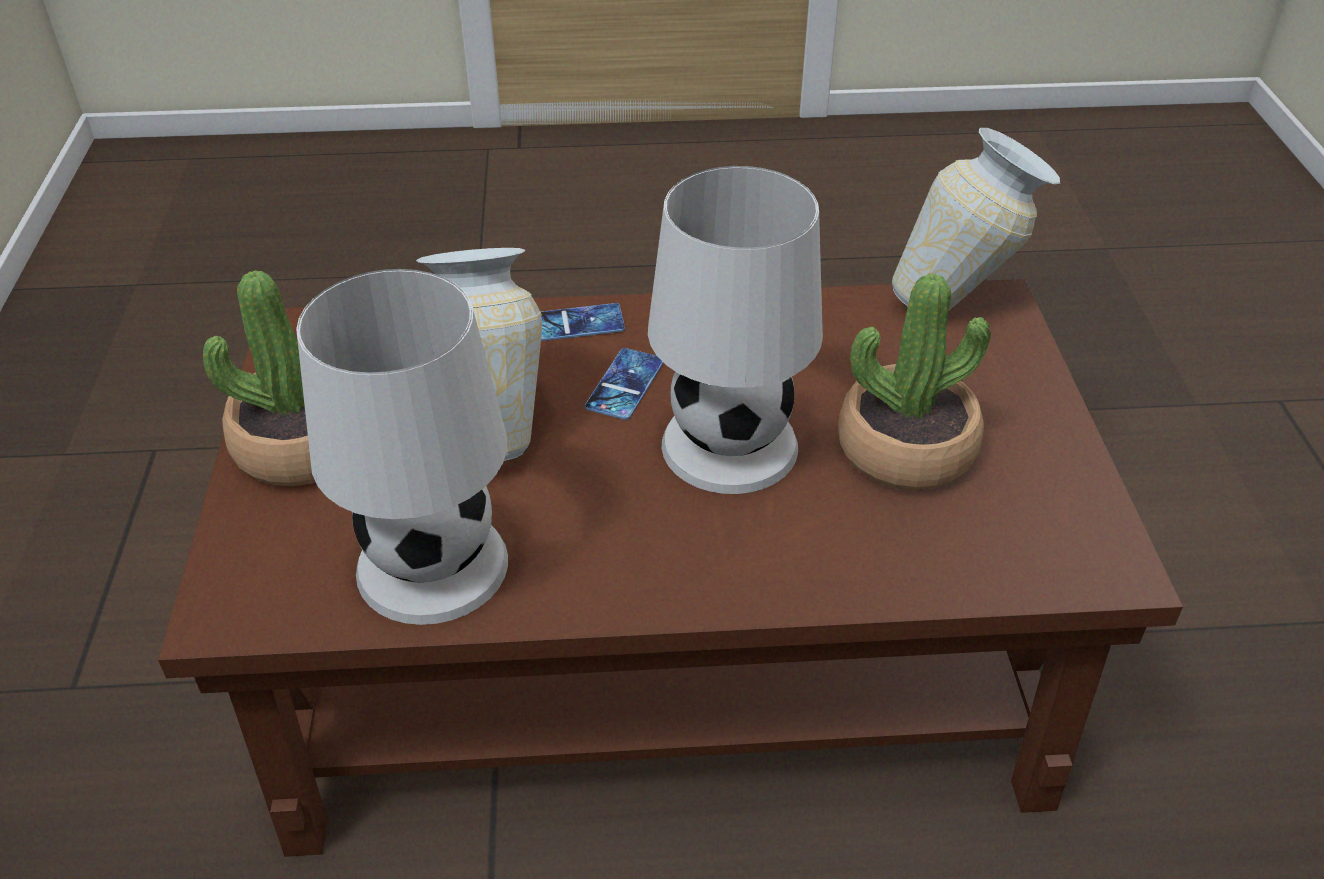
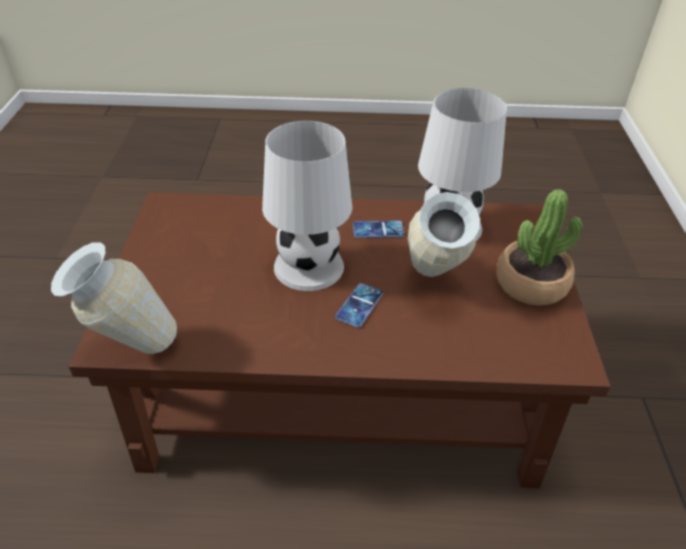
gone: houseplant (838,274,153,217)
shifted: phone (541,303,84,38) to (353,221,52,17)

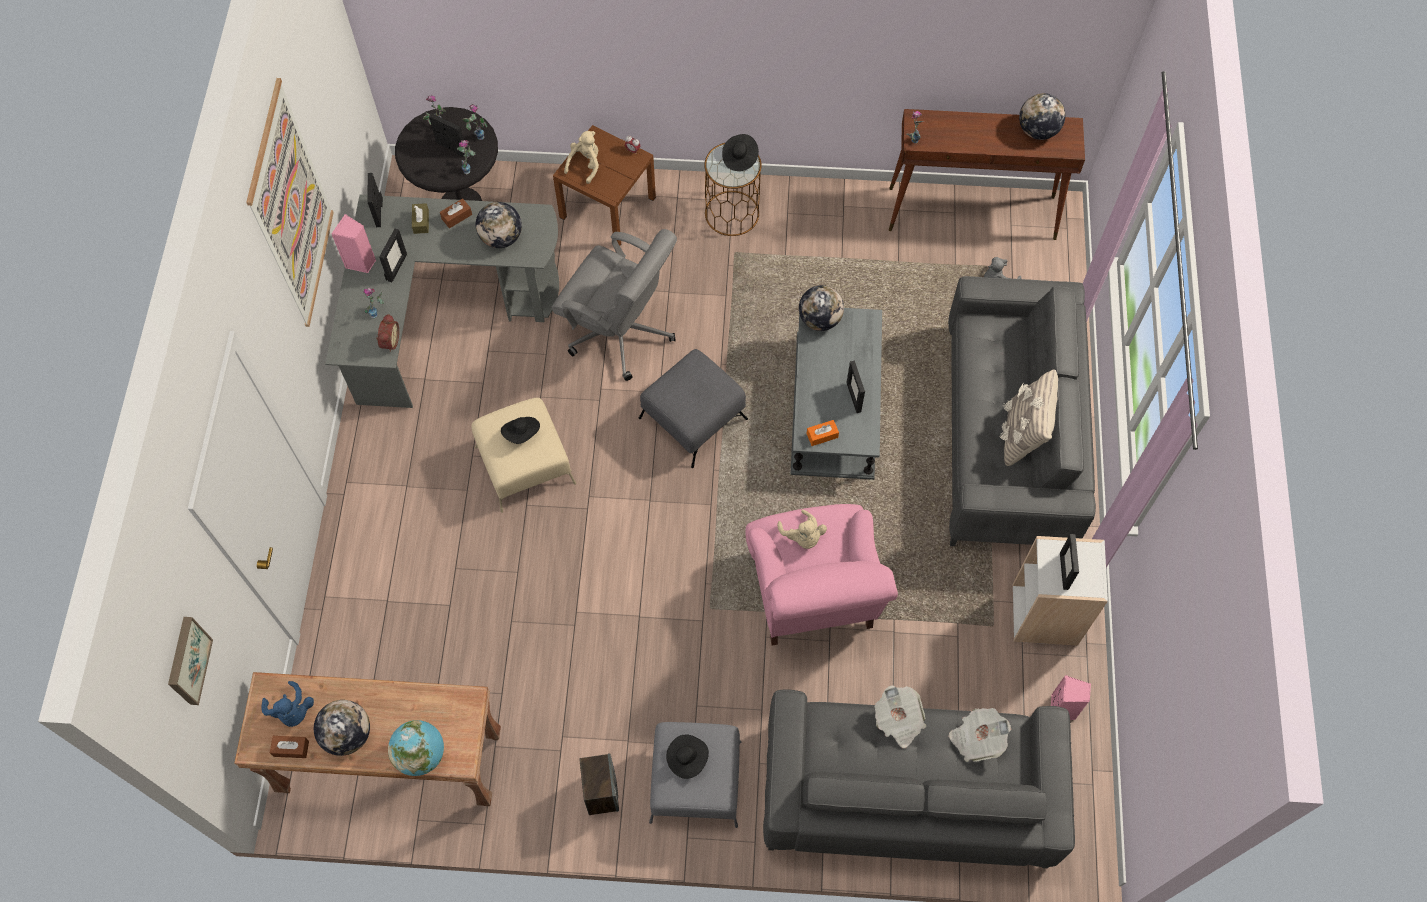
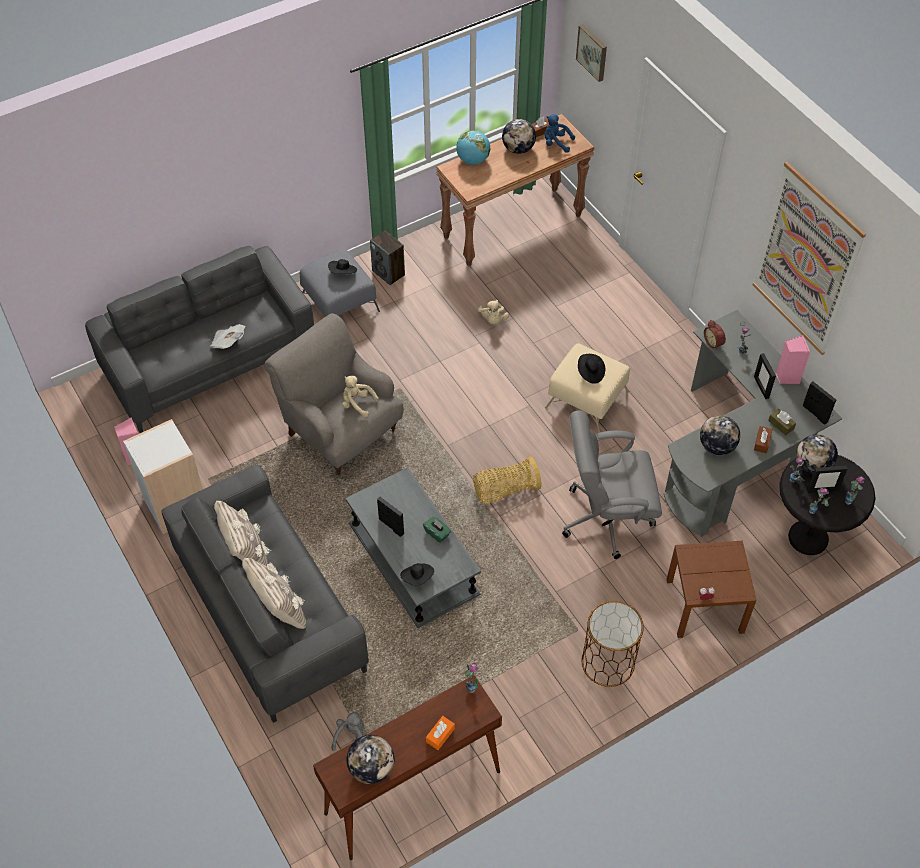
gone: daily paper (948,708,63,54); picture frame (1060,534,19,56)
new: cushion (sand-coloured) (242,558,64,71); box of tissues (green-coloured) (423,517,28,26)
shifted: soft toy (sand-coloured) (564,131,35,53) to (478,300,31,25); hat (blackish) (722,134,37,37) to (400,563,34,23); world globe (799,285,45,46) to (796,434,42,40); box of tissues (orange) (806,420,33,26) to (426,716,29,34)
swapped: ottoman (grey) (639,349,109,119) to household basket (473,456,69,48)
repainted: lounge chair (pink-coloured) (745,504,153,142) to lounge chair (grey) (264,313,140,162)

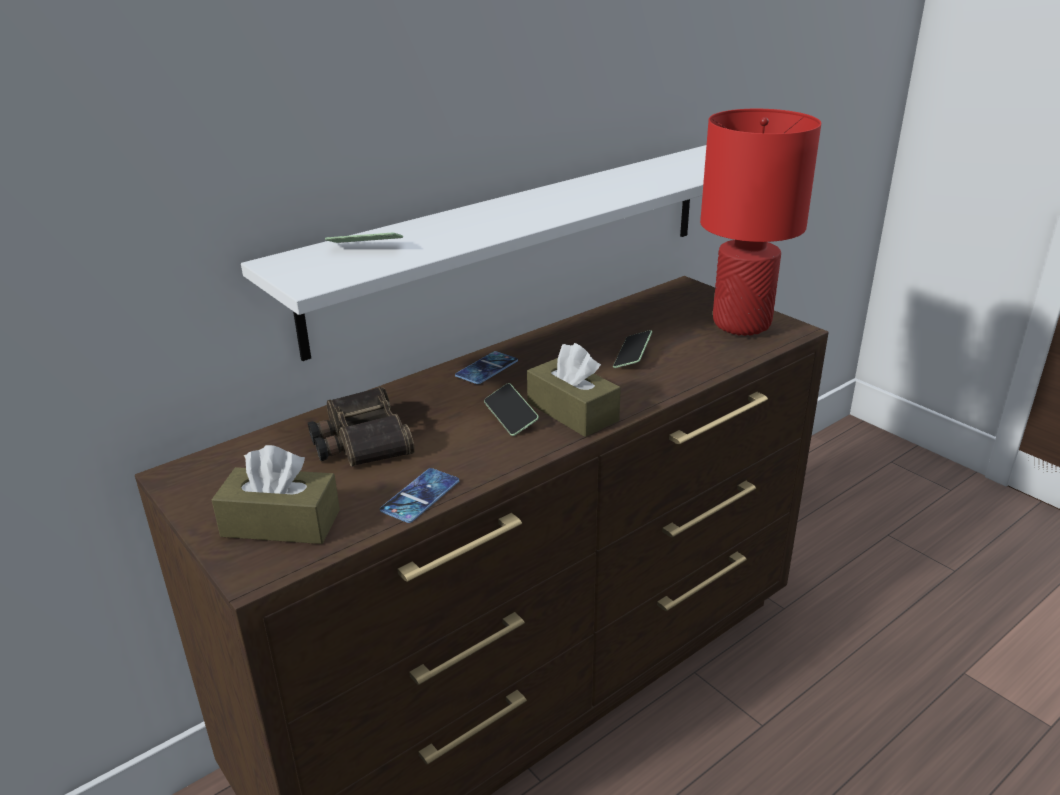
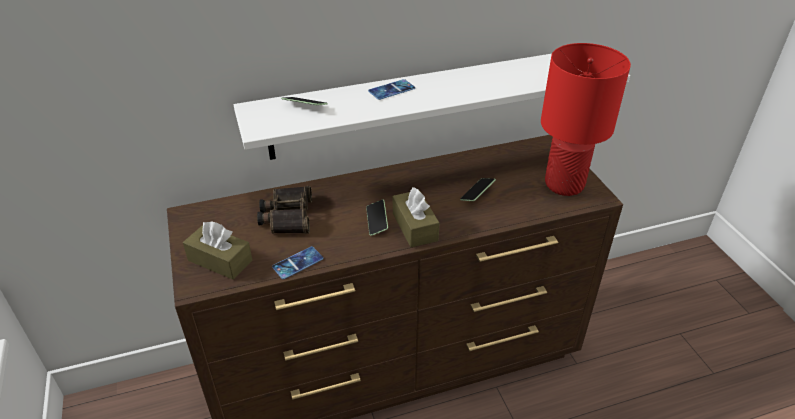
shifted: phone (455,351,63,33) to (368,79,47,21)

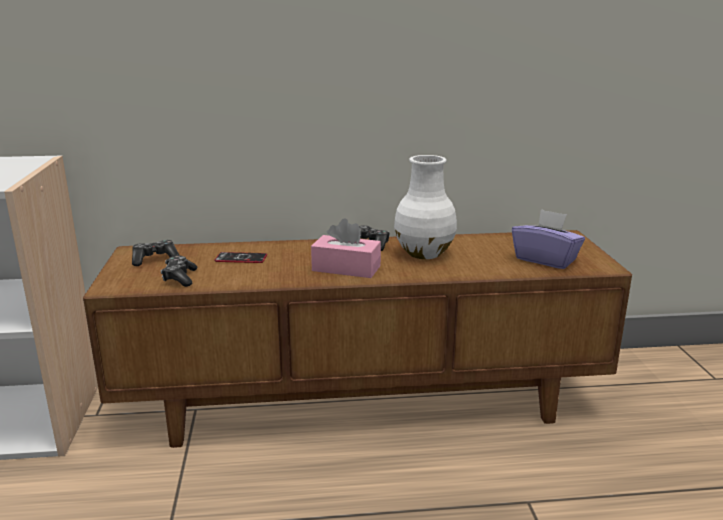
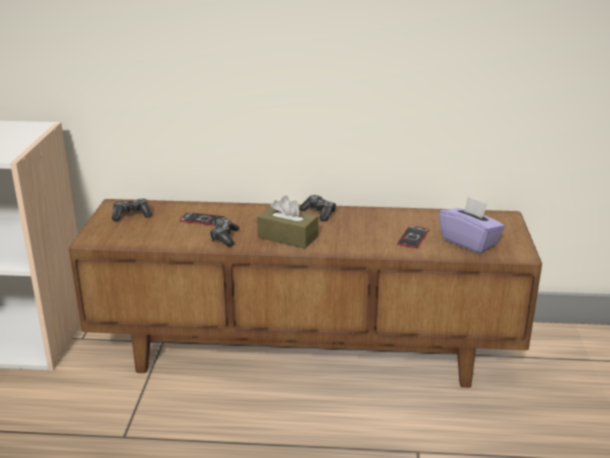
gone: decorative vase (whitish) (394,155,63,104)
new: phone (397,226,32,22)
shifted: joypad (161,255,36,32) to (209,218,30,29)
repainted: box of tissues (pink-coloured) (311,218,70,60) to box of tissues (brown) (257,196,61,53)

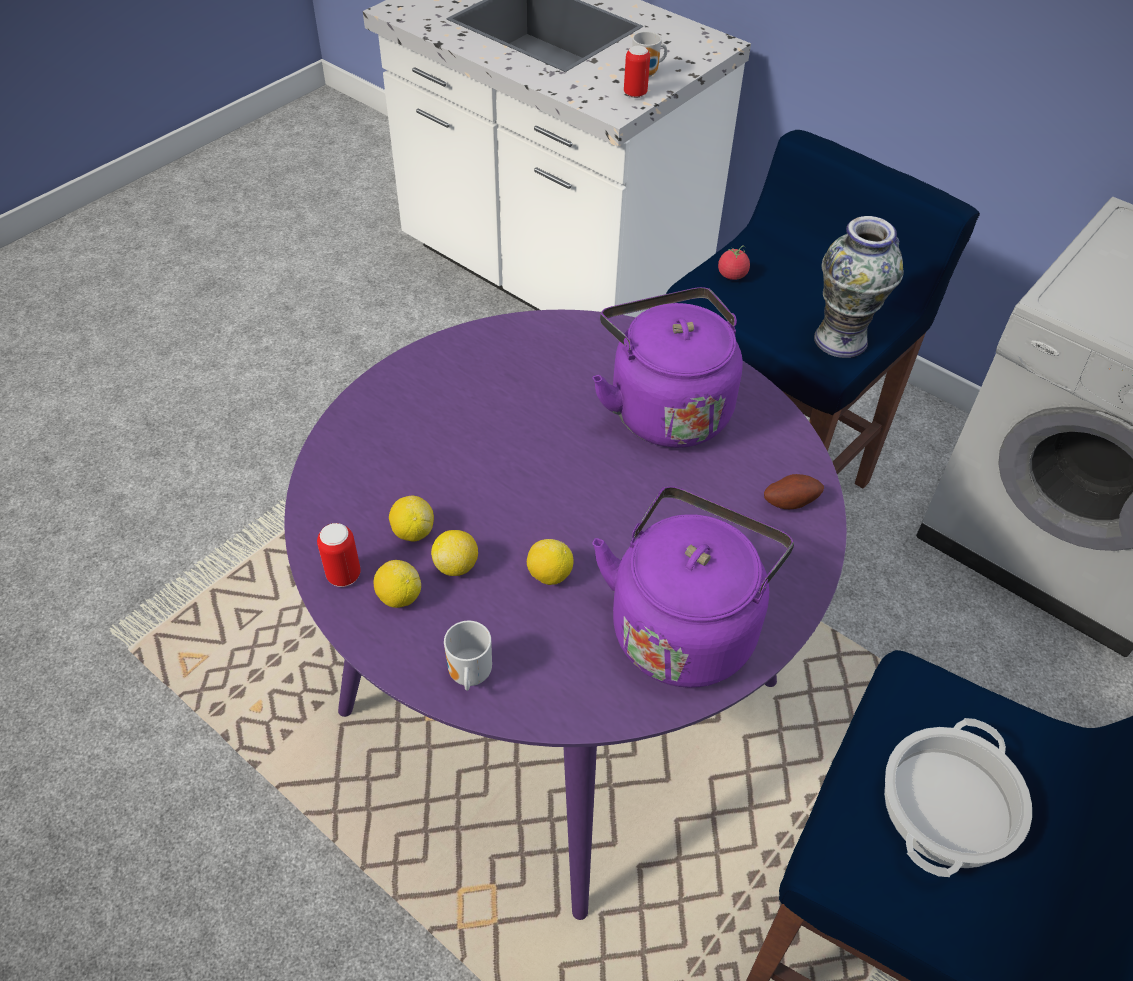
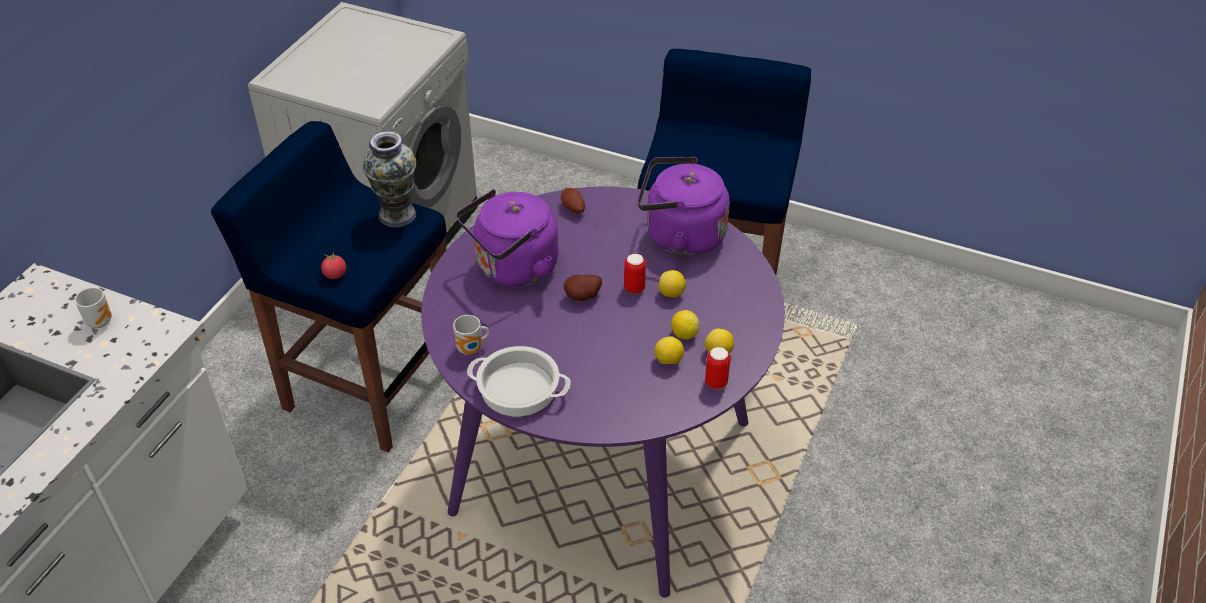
new: potato (564,275,38,26)
shifted: tea mug (444,621,48,70) to (453,315,36,40); metal can (624,46,26,52) to (624,254,22,40); stockpot (884,718,148,159) to (467,346,104,70)

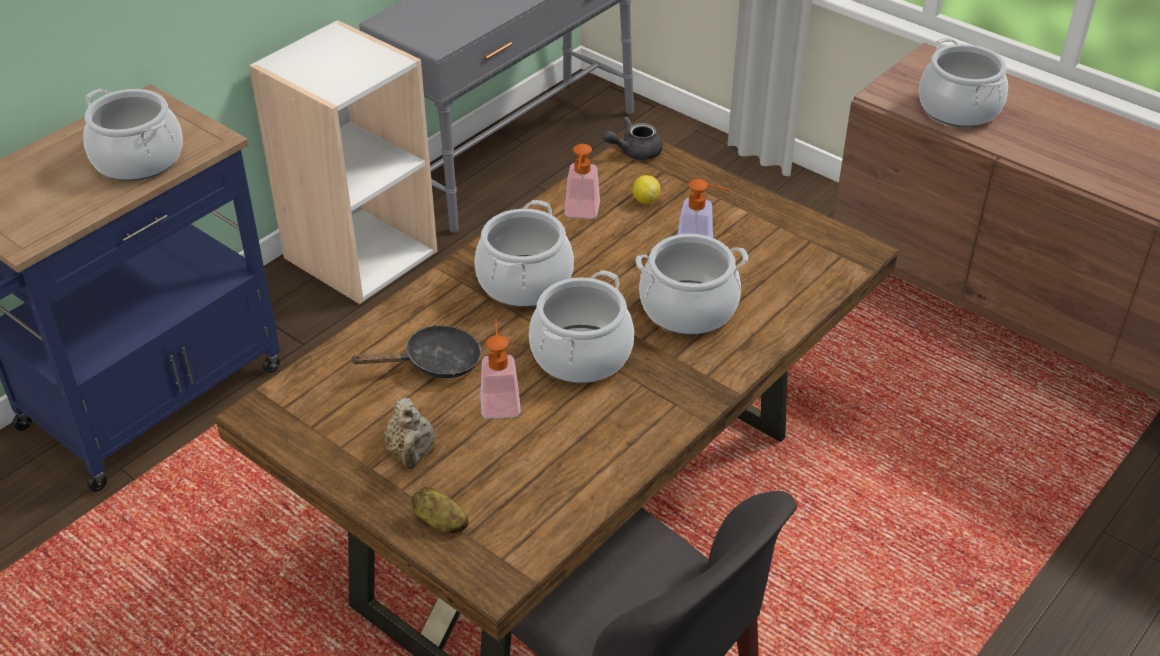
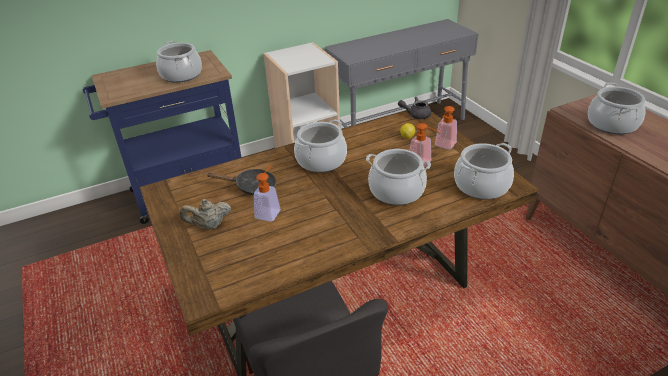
gone: potato (412,487,56,46)
shifted: stockpot (529,270,105,113) to (454,143,60,57); liquid soap bottle (565,144,35,75) to (435,106,22,43)
rotated: tea pot (sand-coloured) (384,398,50,71) = (180,199,51,31) 60 degrees clockwise

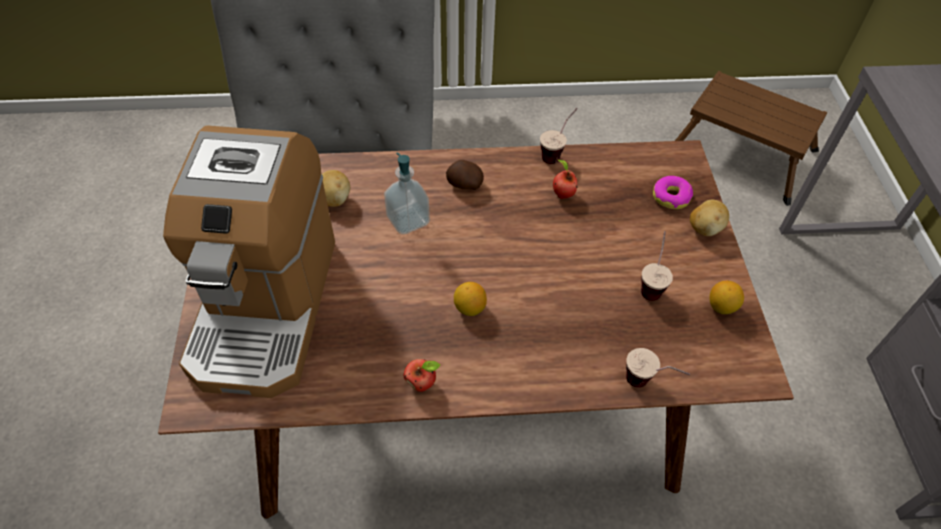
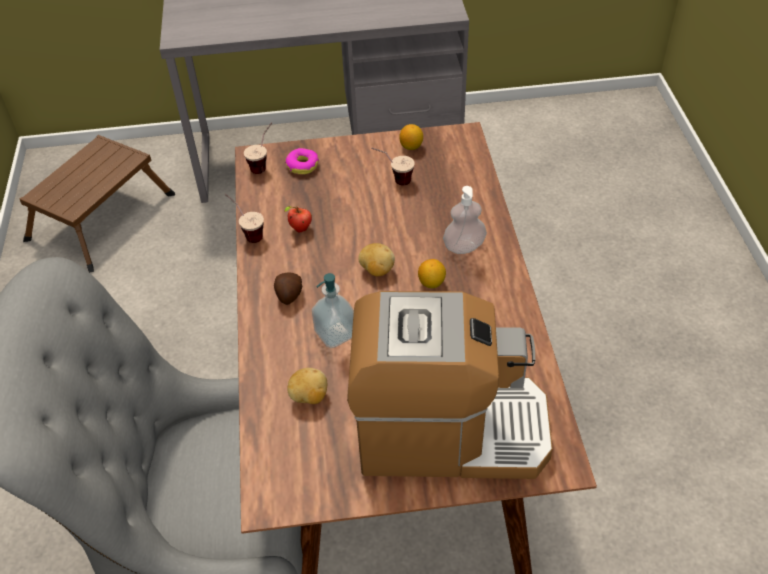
gone: apple (404,359,37,33)
new: liquid soap bottle (443,186,44,68)
shifted: cup (626,348,64,40) to (244,123,28,51); potato (690,200,39,36) to (358,243,37,33)

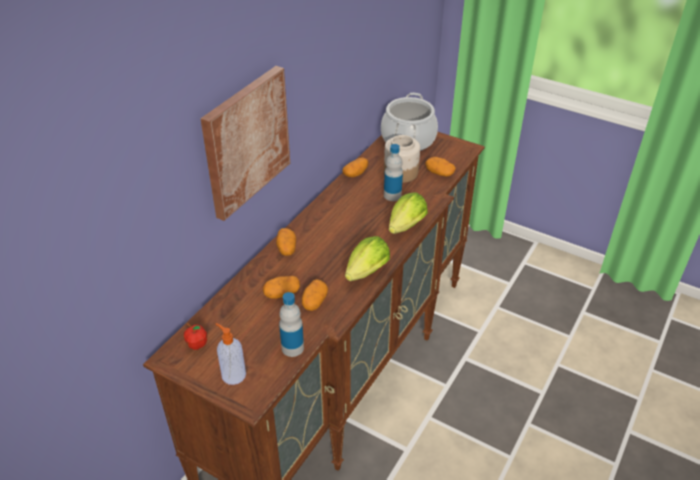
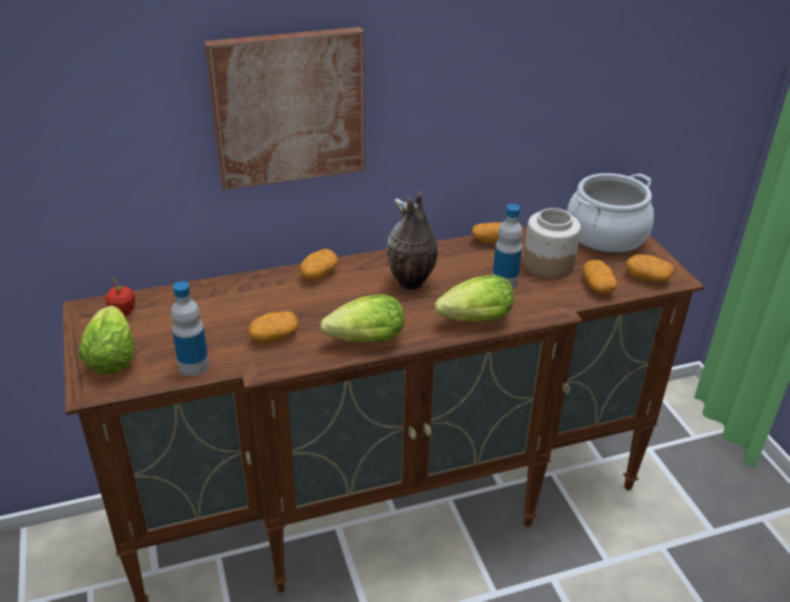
new: decorative vase (387,191,51,100)
shifted: potato (263,276,37,23) to (625,254,49,28)
swapped: liquid soap bottle (216,323,30,62) to head of lettuce (78,306,57,69)

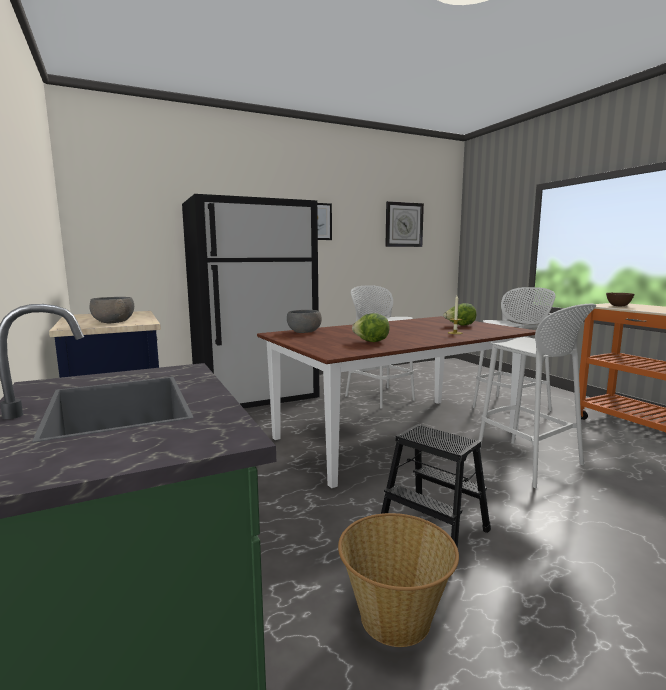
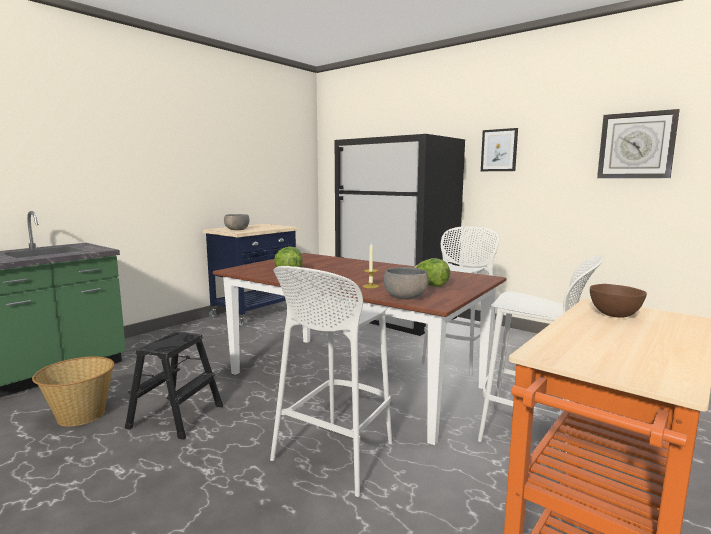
shifted: serving bowl (grey) (287,310,35,23) to (383,267,46,33)

